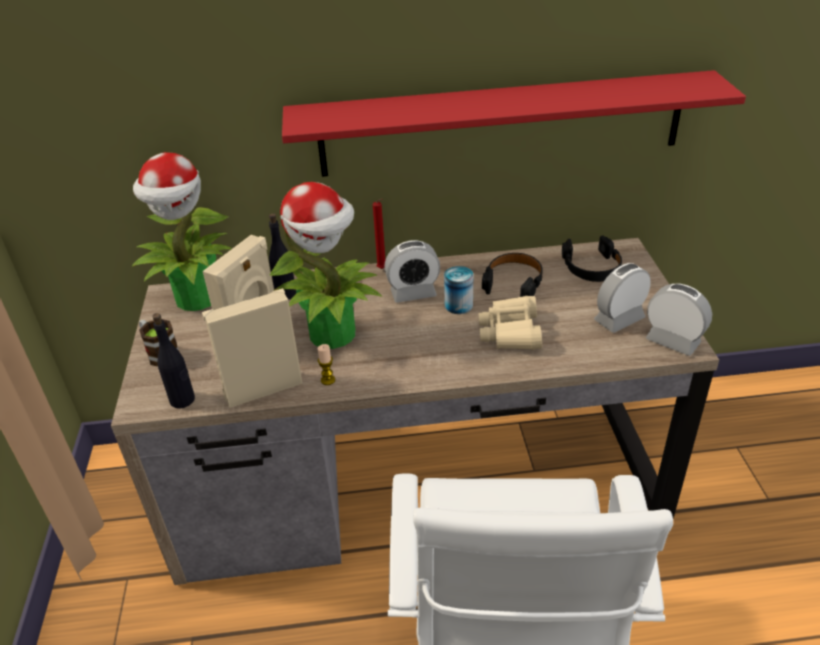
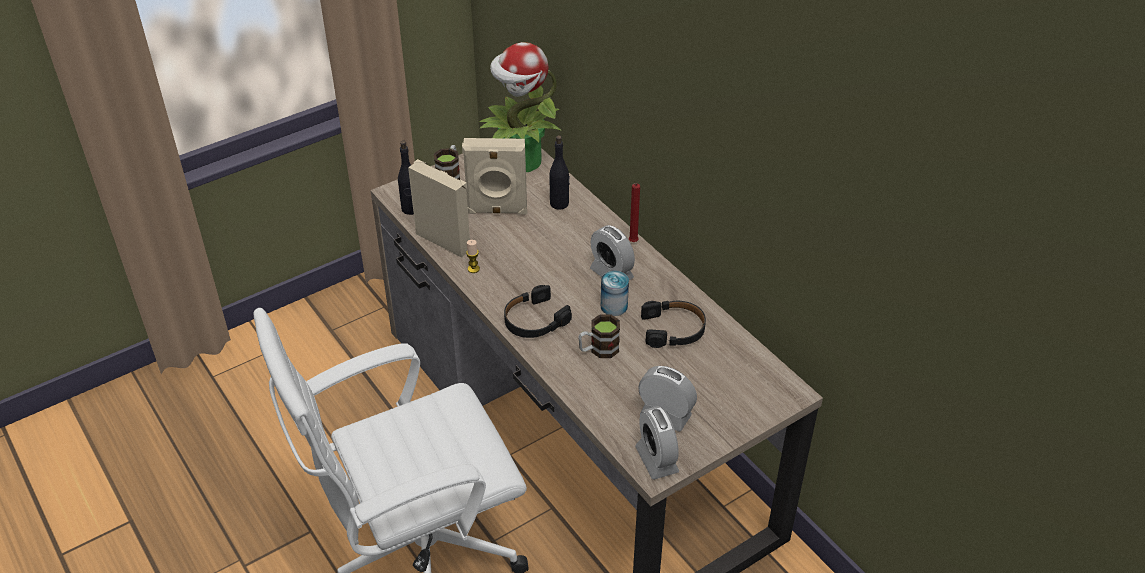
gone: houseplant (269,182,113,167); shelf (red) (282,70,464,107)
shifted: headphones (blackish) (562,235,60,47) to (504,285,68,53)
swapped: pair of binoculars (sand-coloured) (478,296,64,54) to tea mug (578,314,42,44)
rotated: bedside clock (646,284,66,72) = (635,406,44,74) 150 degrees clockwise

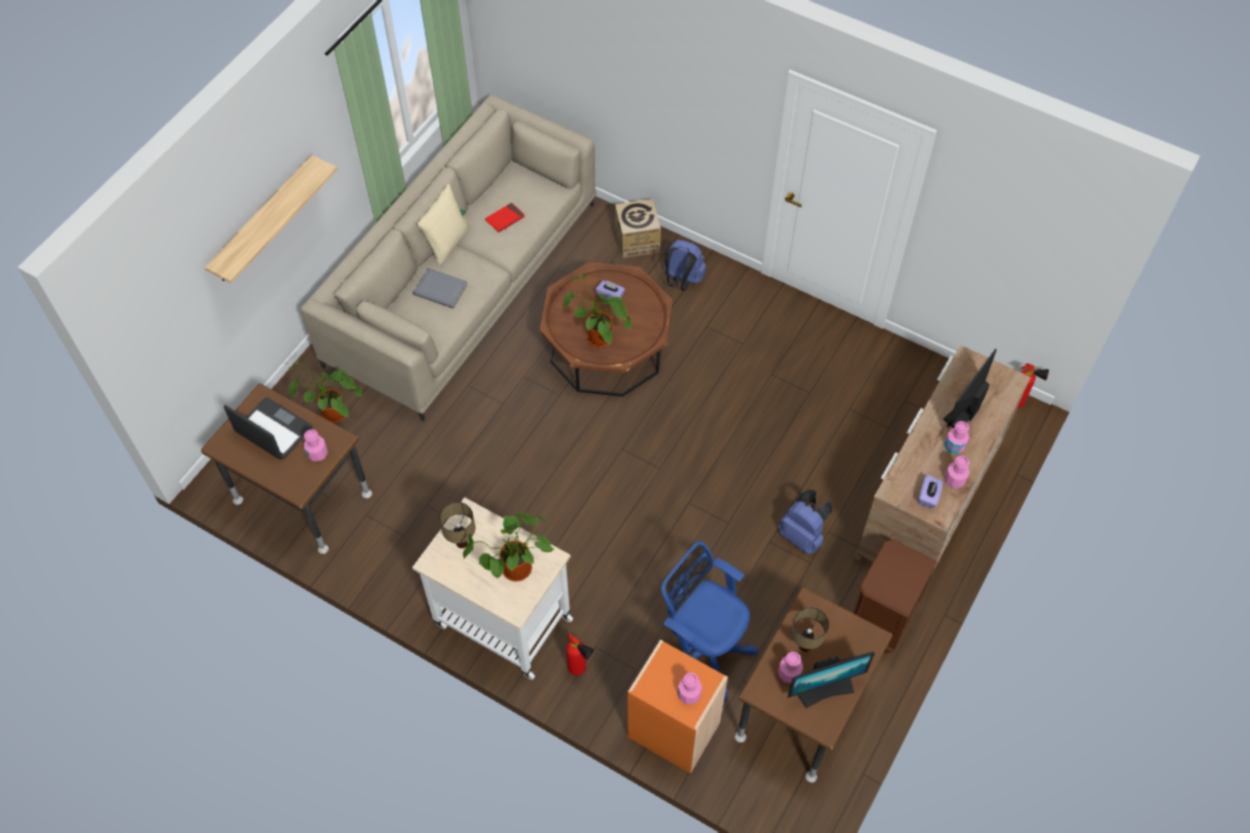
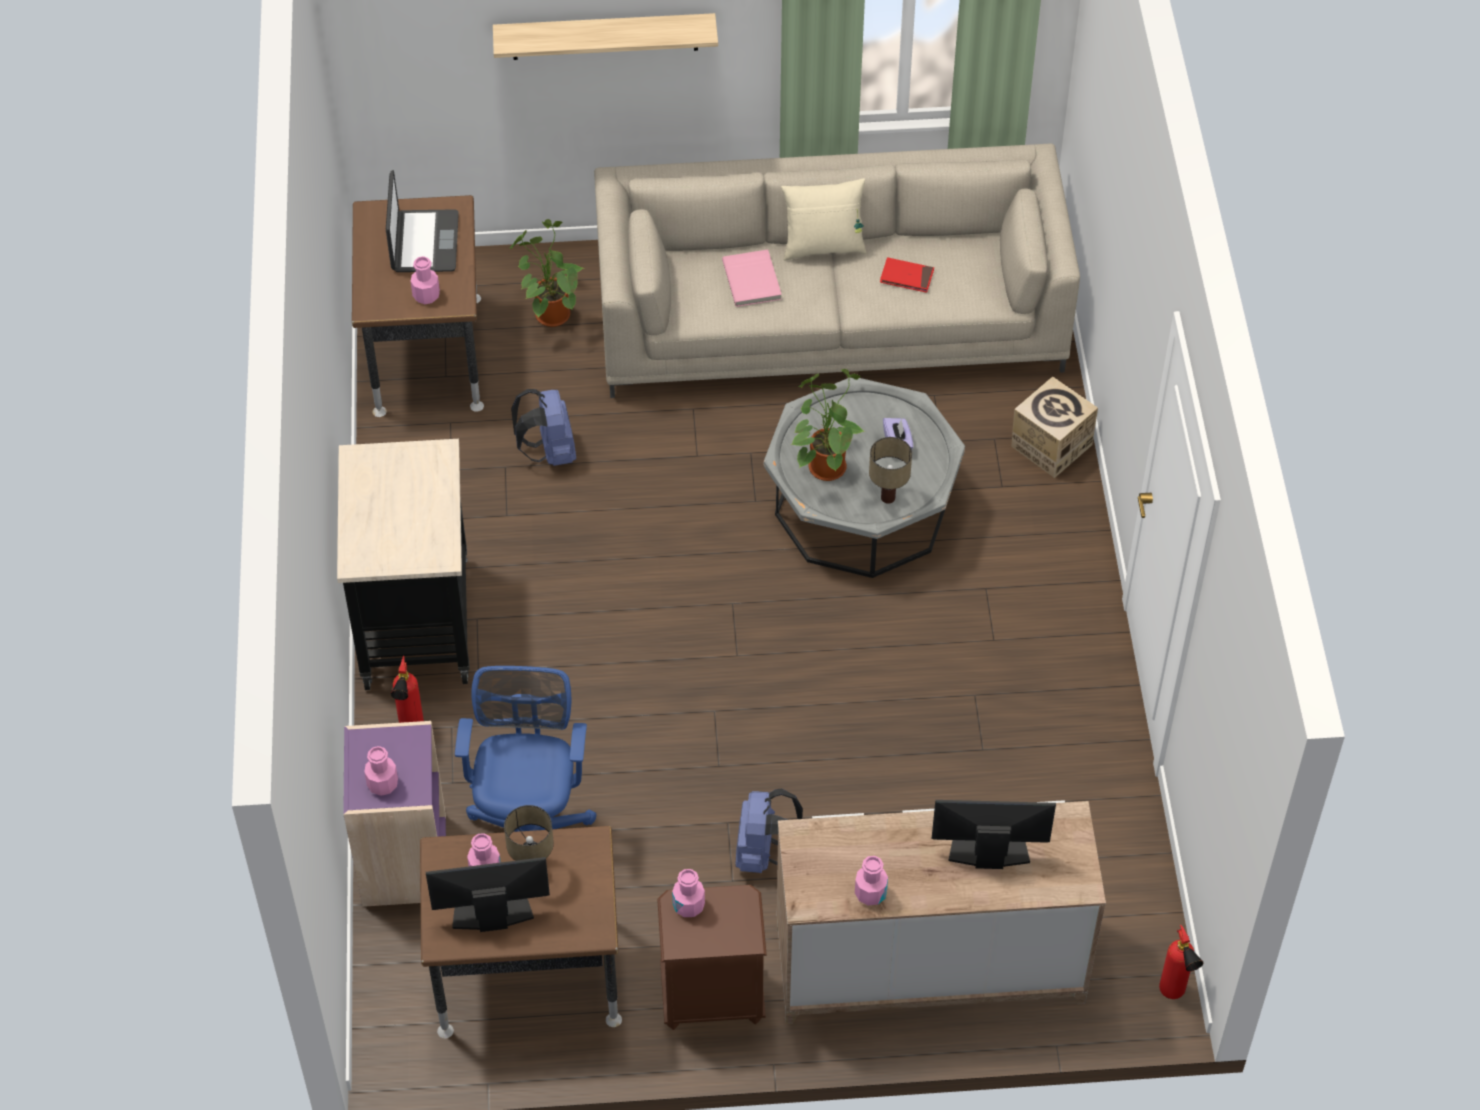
gone: houseplant (463,513,91,68); box of tissues (purple) (918,474,25,34)
shifted: lamp for a table (439,502,36,46) to (869,437,43,67); rucksack (blue-coloured) (664,240,42,51) to (511,389,65,77); beverage bottle (pink-coloured) (944,421,25,33) to (672,869,33,48)
repainted: trolley (whitish) (412,497,161,183) to trolley (blackish) (337,439,132,251); volume (grey) (413,268,55,41) to volume (pink-coloured) (722,249,60,58); coffee table (brown) (539,262,134,135) to coffee table (grey) (764,378,201,200); bookcase (orange) (627,640,101,134) to bookcase (purple) (343,721,103,186)
rotated: monitor (788,652,87,56) = (426,857,124,75) 135 degrees clockwise

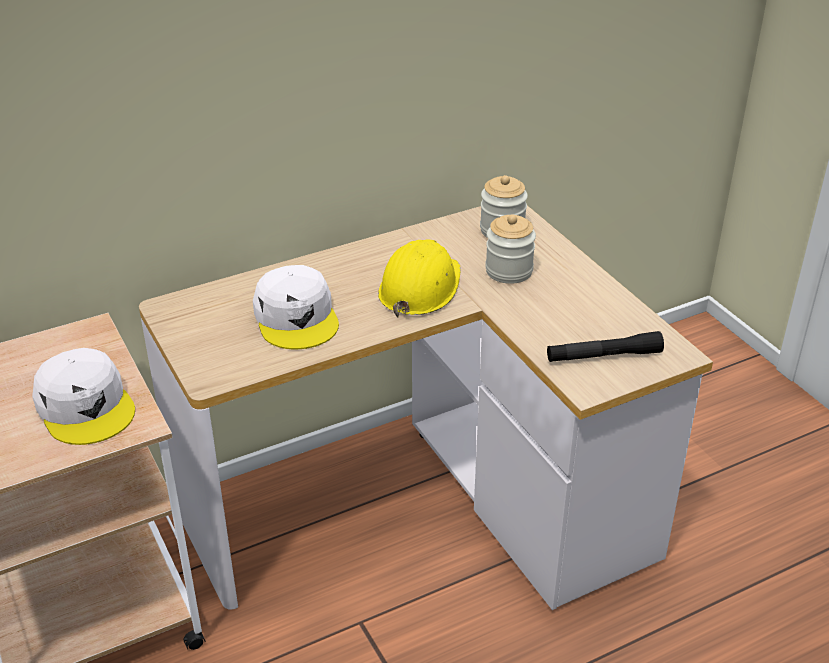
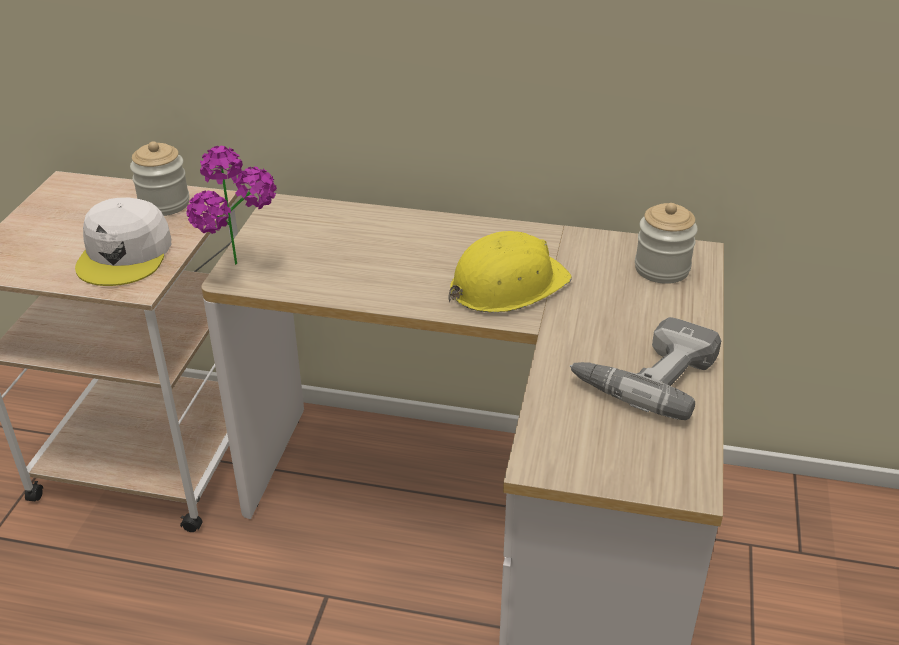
gone: baseball cap (whitish) (253,265,86,84); hand torch (blackish) (547,331,117,31)
new: houseplant (186,146,91,119); electric drill (570,317,151,103)
shifted: jar (485,214,51,70) to (130,141,60,75)

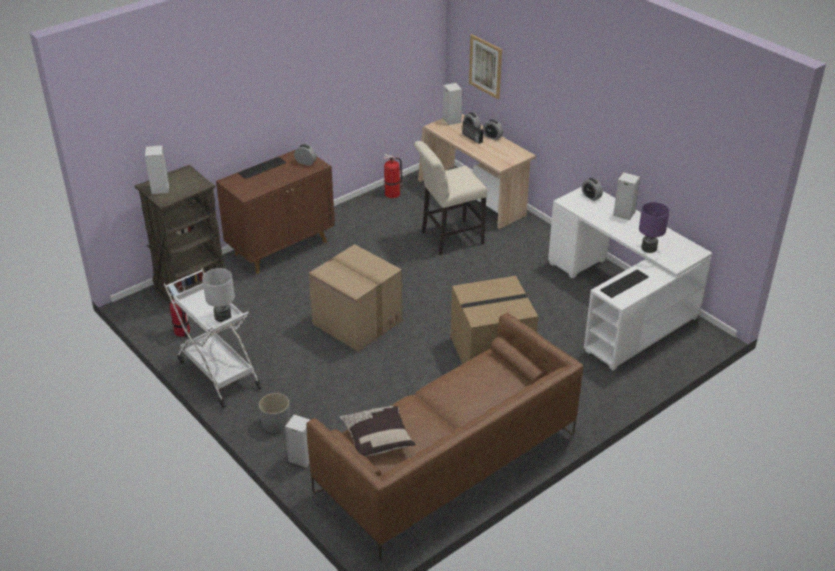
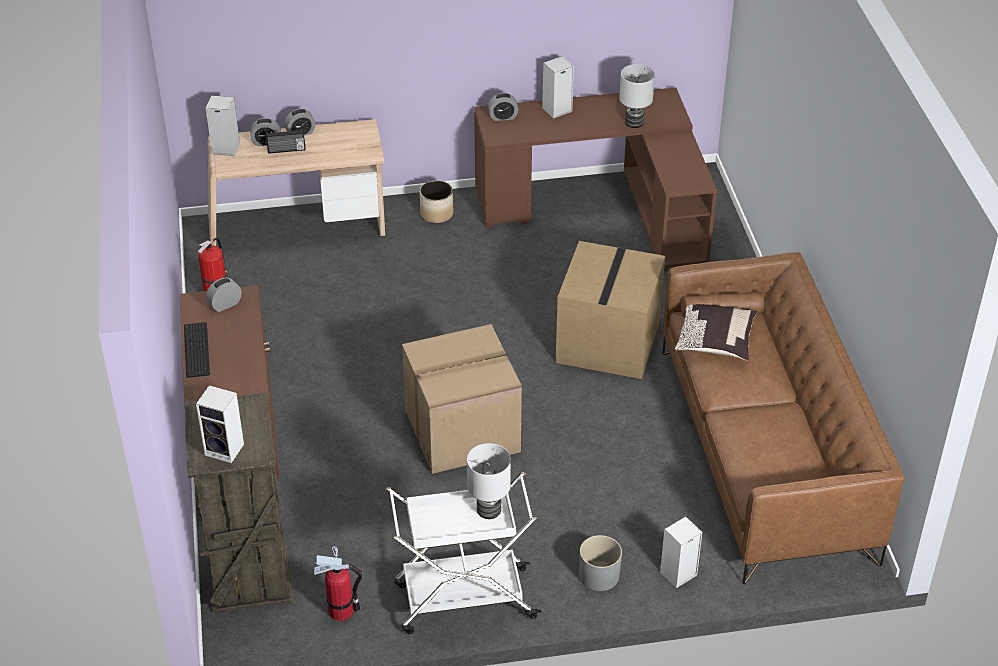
gone: sitting stool (sand-coloured) (414,141,73,114); wall art (469,34,33,65); computer keyboard (600,270,49,28)
new: plant pot (420,180,33,43)
shifted: cushion (339,406,77,51) to (675,304,82,56)
repainted: desk table (whitish) (548,187,164,184) to desk table (brown) (474,87,243,184); lamp for a table (purple) (639,202,30,51) to lamp for a table (grey) (619,64,36,64)

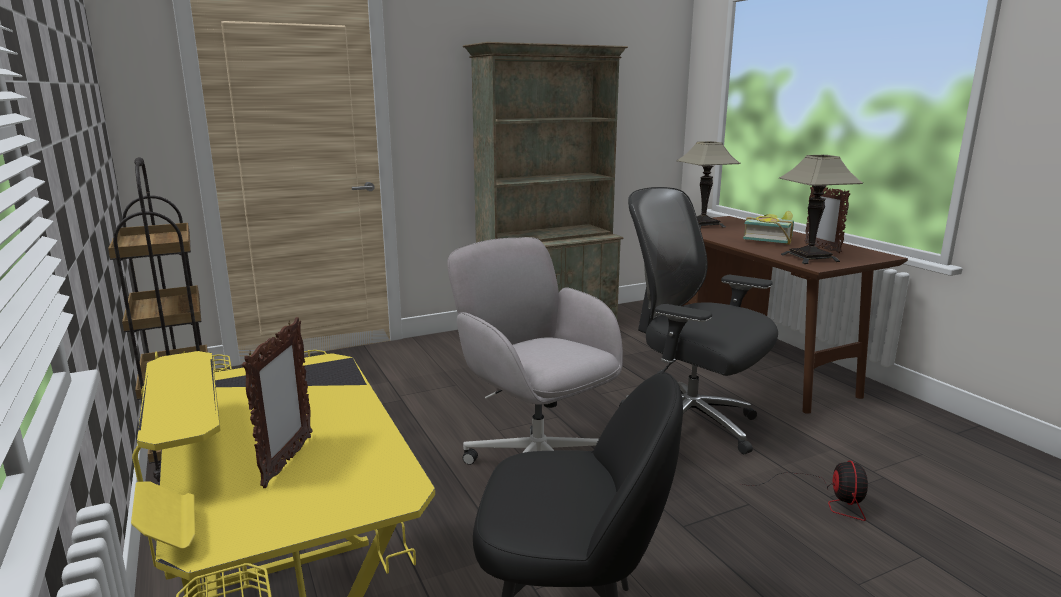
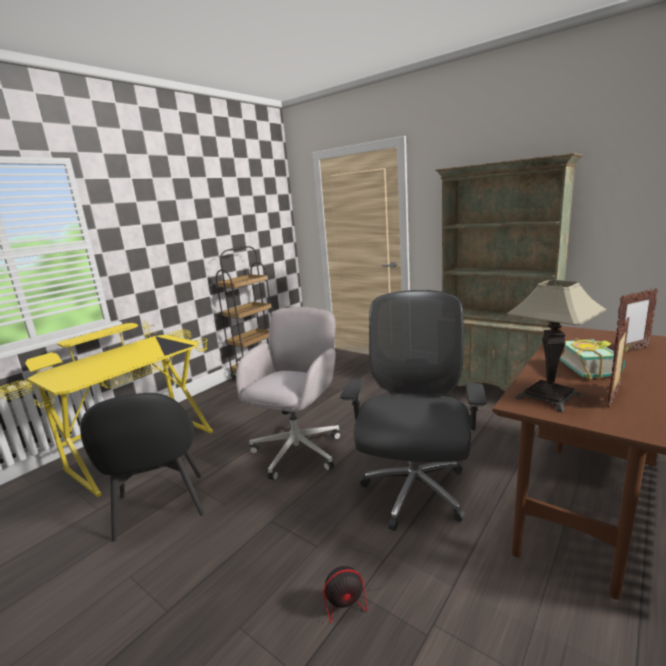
gone: lamp for a table (676,141,65,88)
shifted: picture frame (242,317,71,171) to (615,288,43,64)

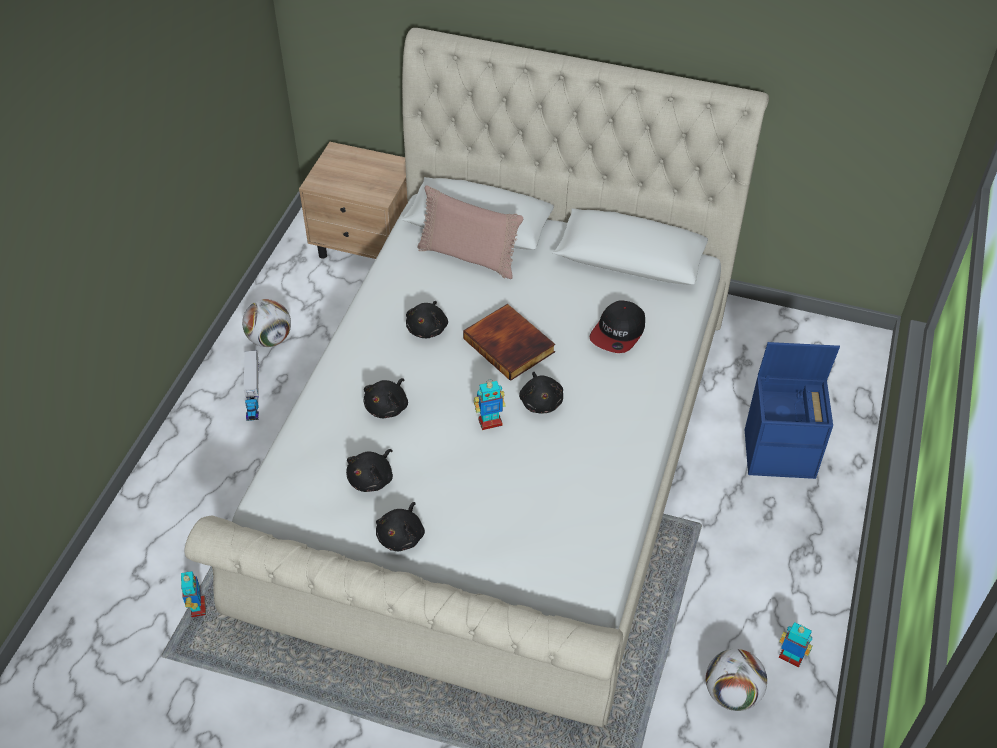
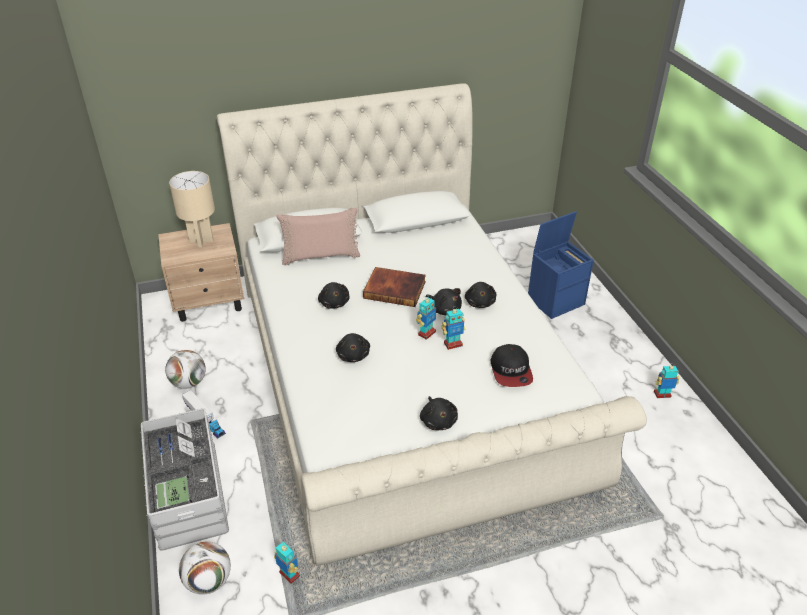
new: storage bin (grey) (140,408,89,143); lamp for a table (sand-coloured) (169,171,46,77); toy robot (441,306,24,44)
shifted: soft toy (blackish) (346,449,47,43) to (465,282,31,26); baseball cap (590,300,55,53) to (491,344,42,43); football ball (706,649,61,62) to (179,541,52,54)

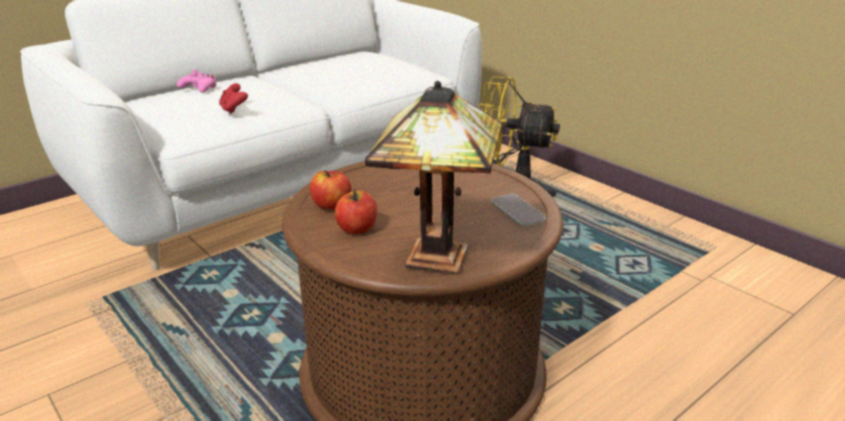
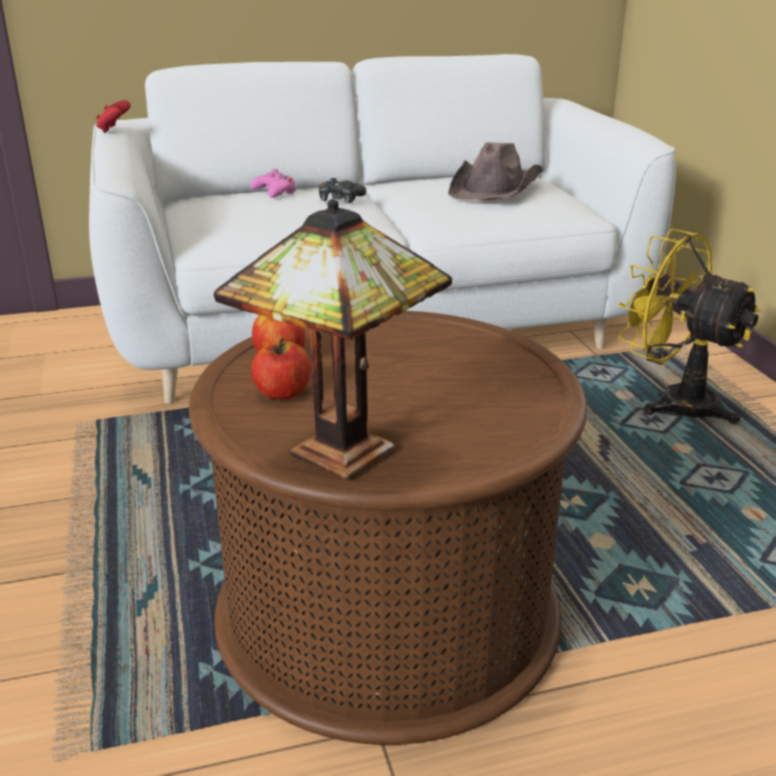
gone: phone (491,194,55,32)
new: joypad (blackish) (319,178,47,25); hat (brown) (448,142,95,58)
shifted: joypad (red) (219,83,29,31) to (96,100,35,33)

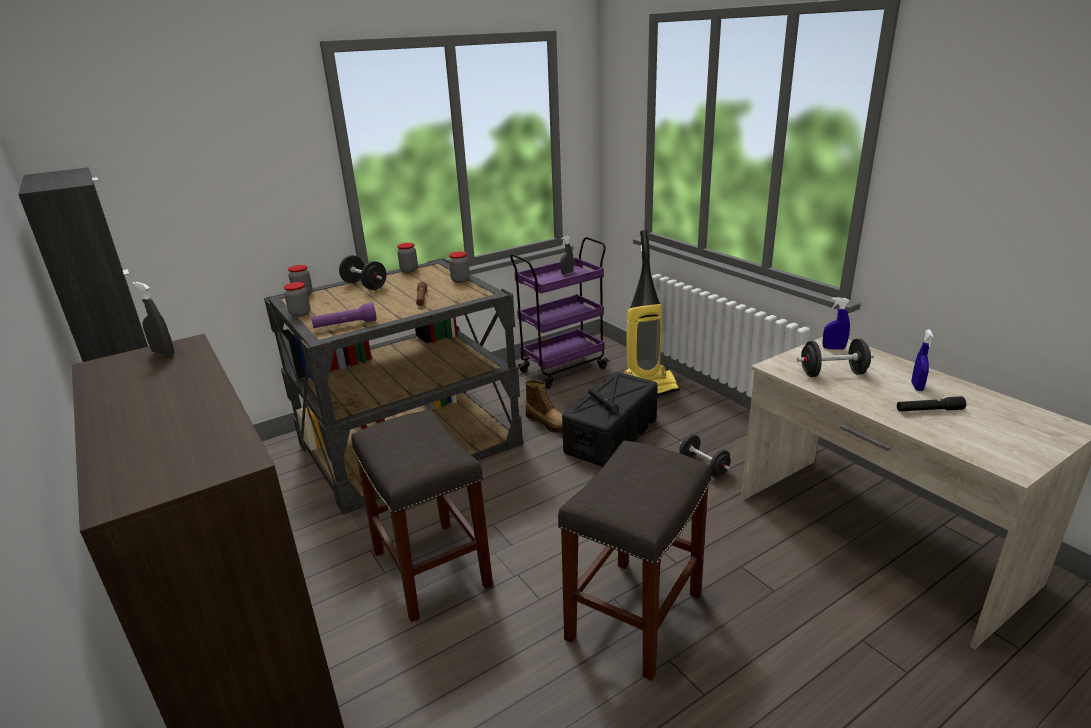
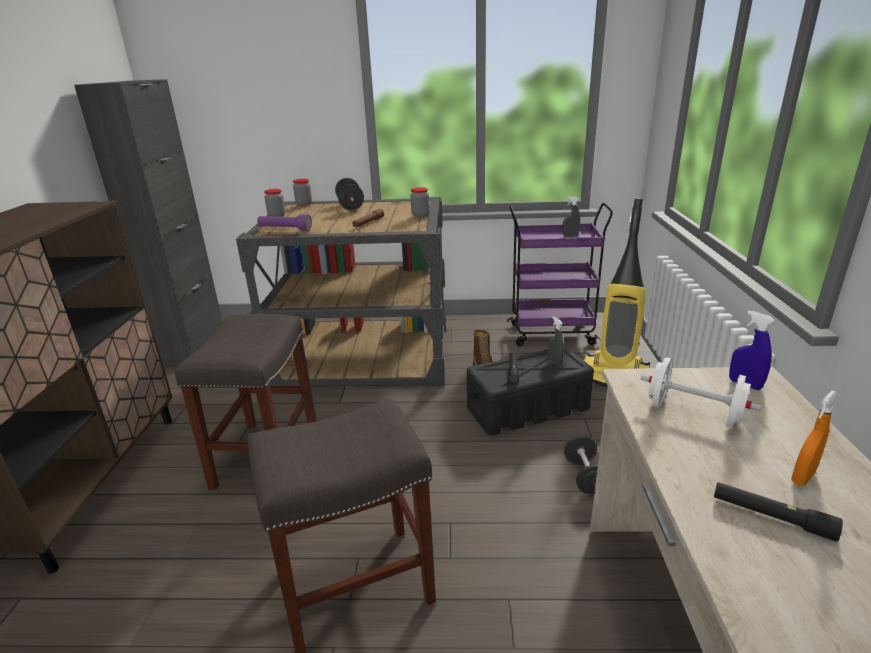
gone: jar (397,243,21,30)
shifted: sprayer (grey) (132,282,42,74) to (548,316,16,50)
repainted: dumbbell (blackish) (797,339,77,38) to dumbbell (whitish) (641,357,121,71); sprayer (blue-coloured) (911,330,23,61) to sprayer (orange) (791,391,47,95)

